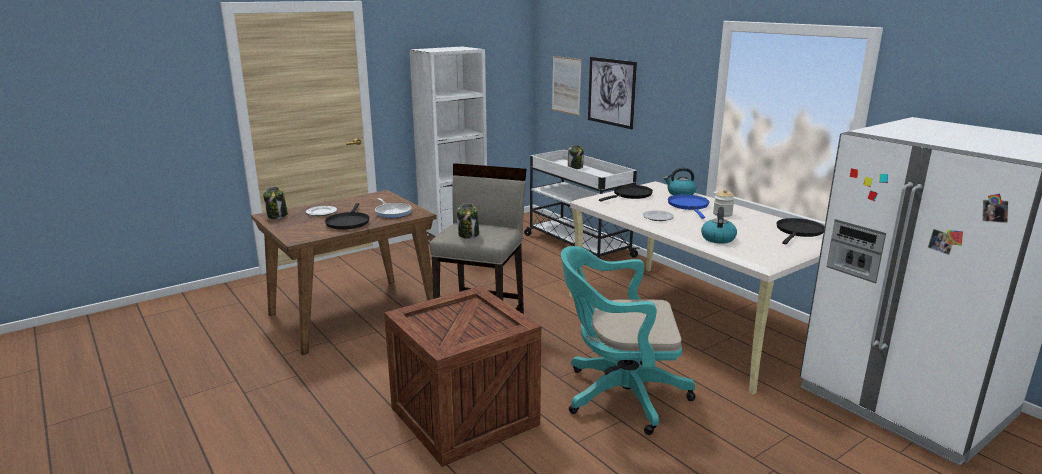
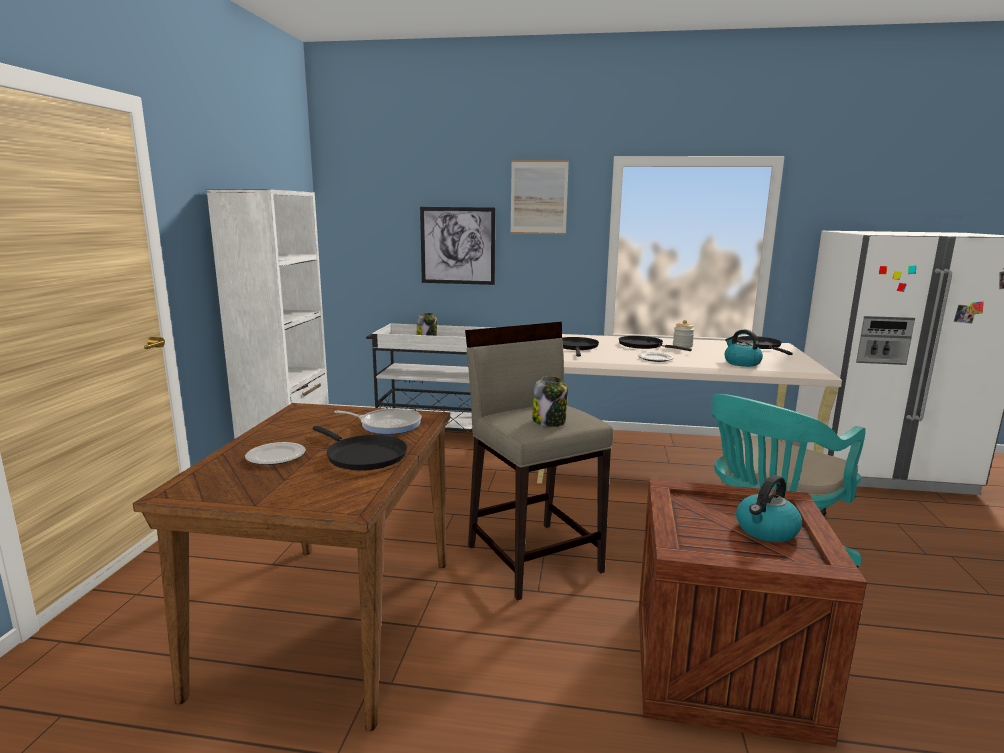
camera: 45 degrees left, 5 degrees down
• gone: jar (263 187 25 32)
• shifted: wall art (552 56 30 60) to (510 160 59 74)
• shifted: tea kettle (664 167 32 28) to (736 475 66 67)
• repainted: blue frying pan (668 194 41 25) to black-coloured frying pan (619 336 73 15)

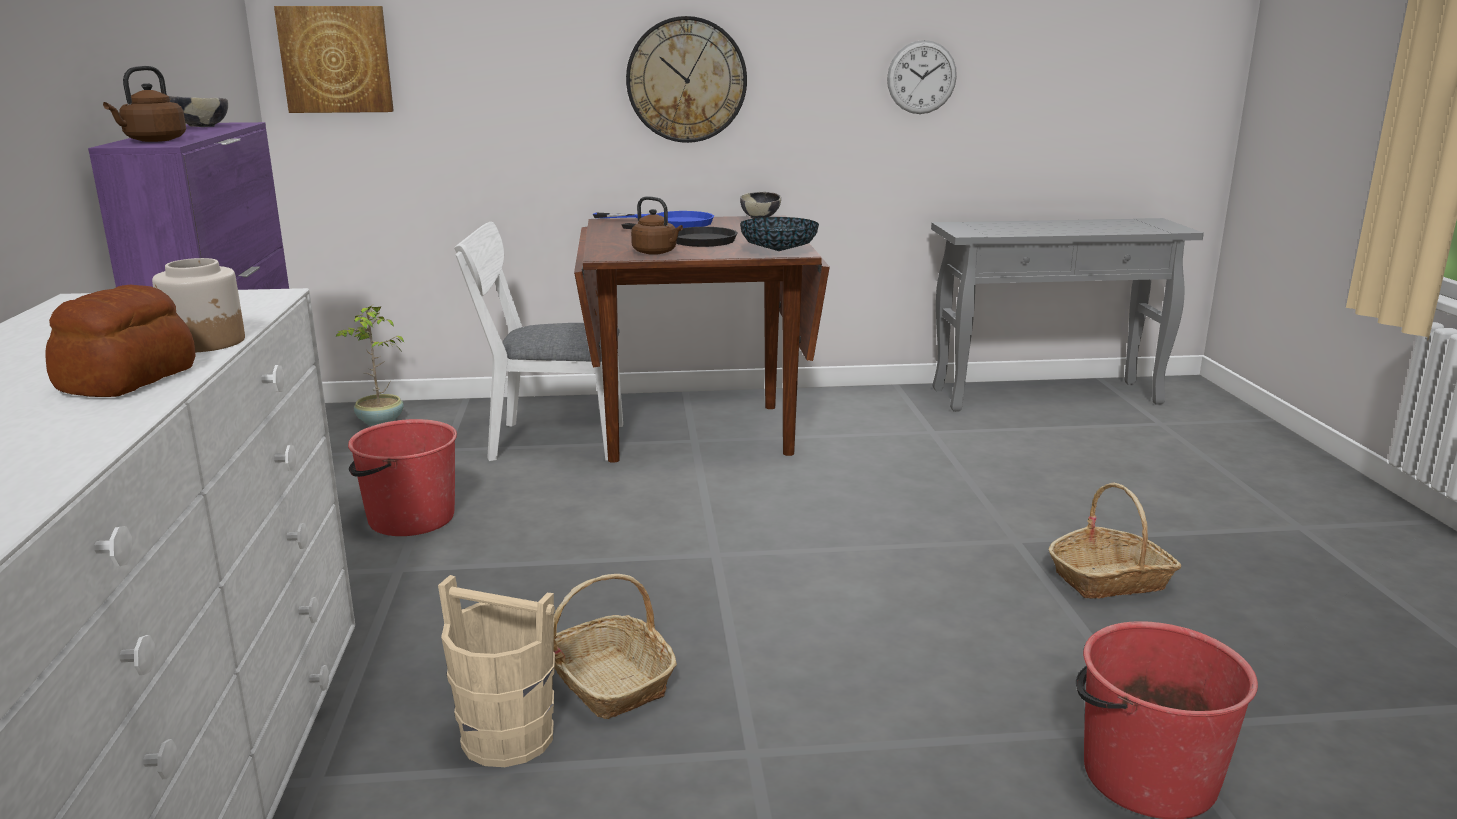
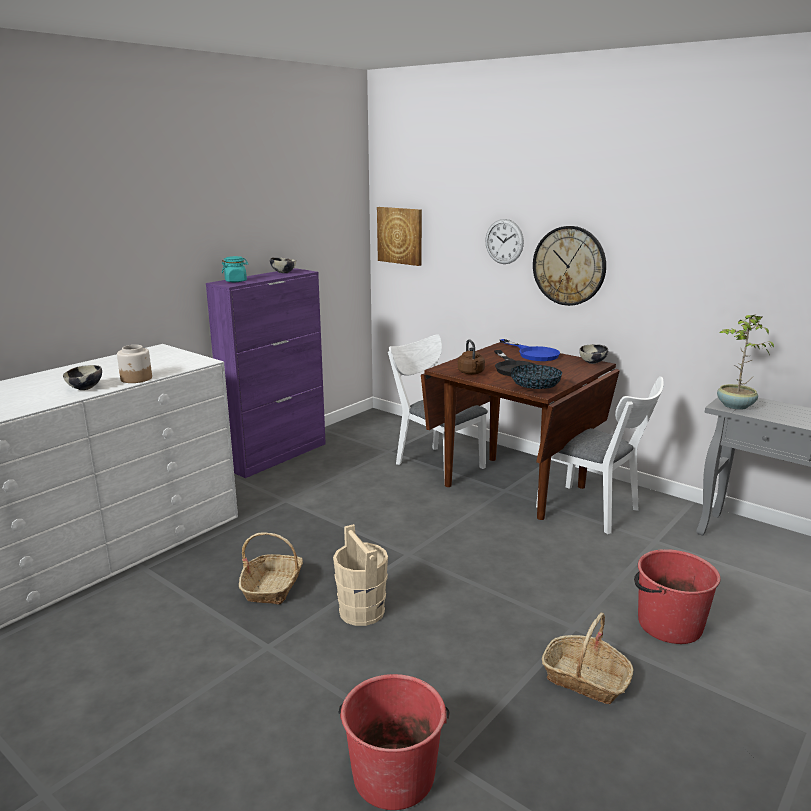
camera: 45 degrees right, 0 degrees up
• new: white-coloured chair (536 376 128 158)
• shifted: potted plant (335 305 69 121) to (717 314 57 96)
• shifted: red-coloured pail (348 419 109 117) to (634 549 86 95)
• shifted: beige pail (438 575 117 192) to (333 524 55 102)
• shifted: wall clock (887 40 70 74) to (485 219 39 45)
• swapped: baked bread (45 285 151 112) to deep dish (63 365 39 25)
• swapped: brownish tea kettle (103 66 83 76) to turquoise jar (222 256 26 26)

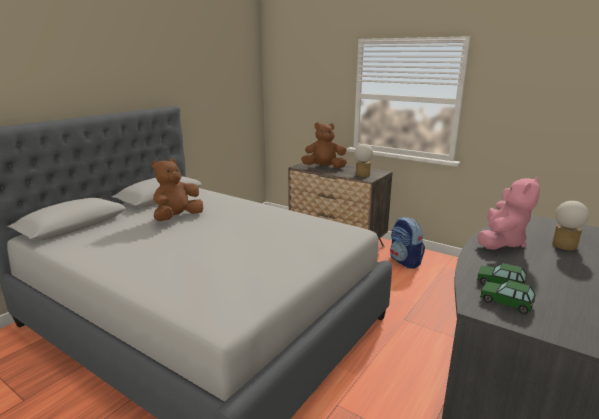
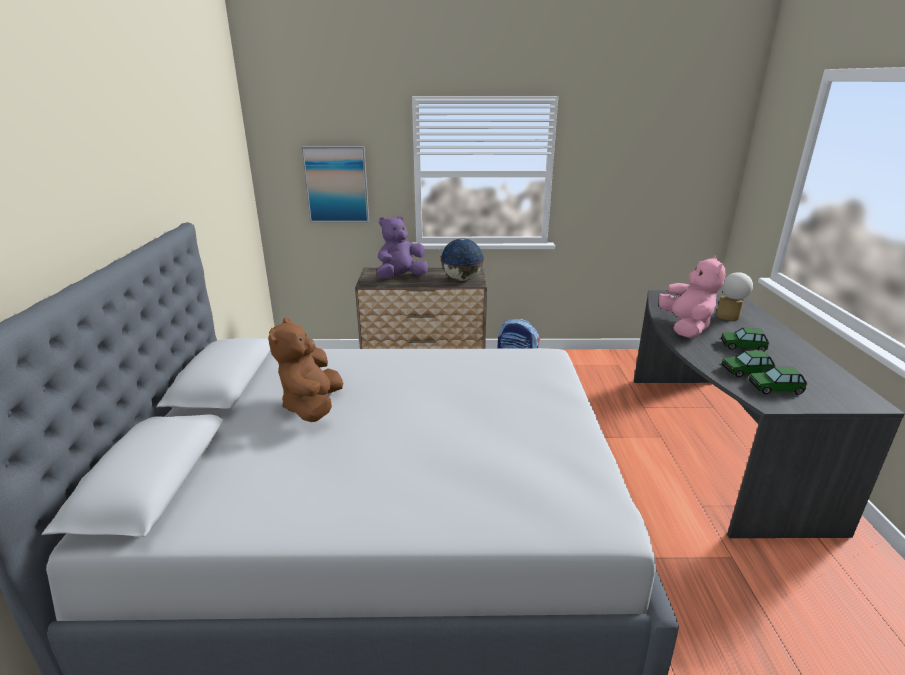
camera: 35 degrees left, 5 degrees up
• new: wall art (302 146 67 77)
• new: model car (721 328 48 24)
• swapped: lamp for a table (354 144 19 33) to desk globe (440 238 44 43)
• repainted: brownish cuddly toy (301 122 46 46) to purple cuddly toy (377 216 51 63)

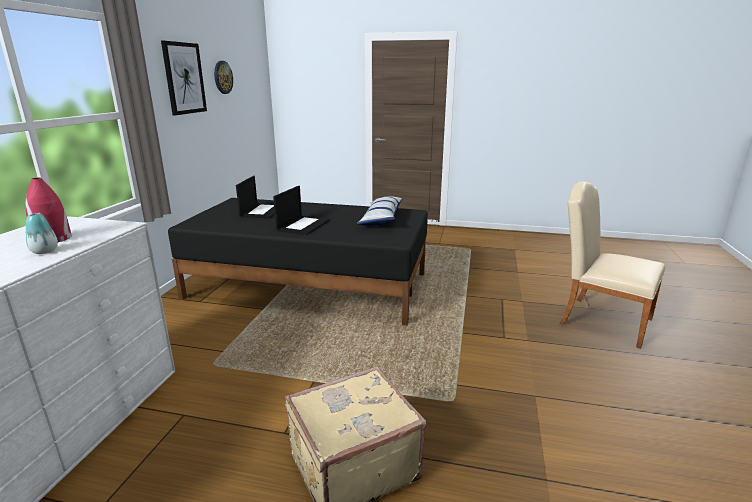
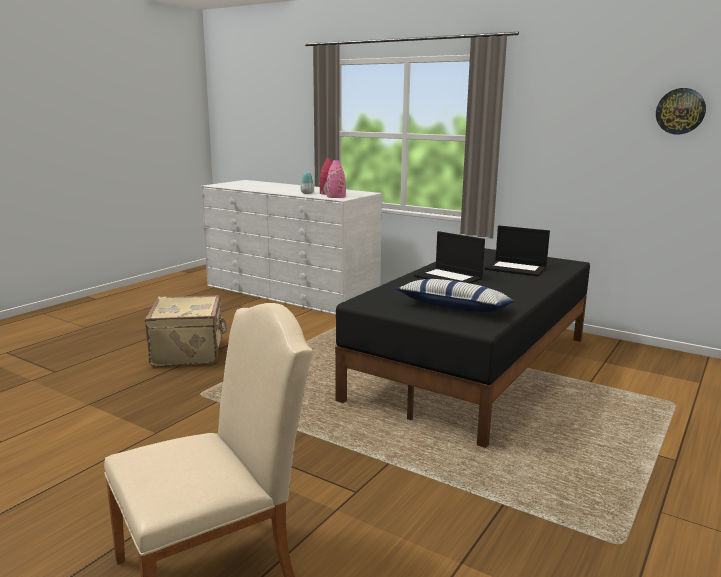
camera: 110 degrees right, 5 degrees down
• gone: wall art (161 41 46 74)
• new: pink-coloured vase (327 160 19 38)

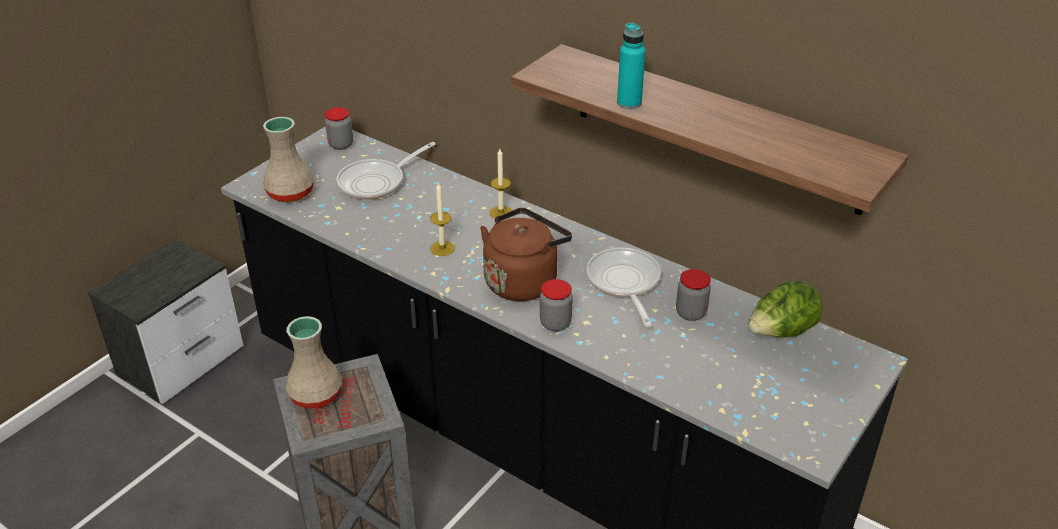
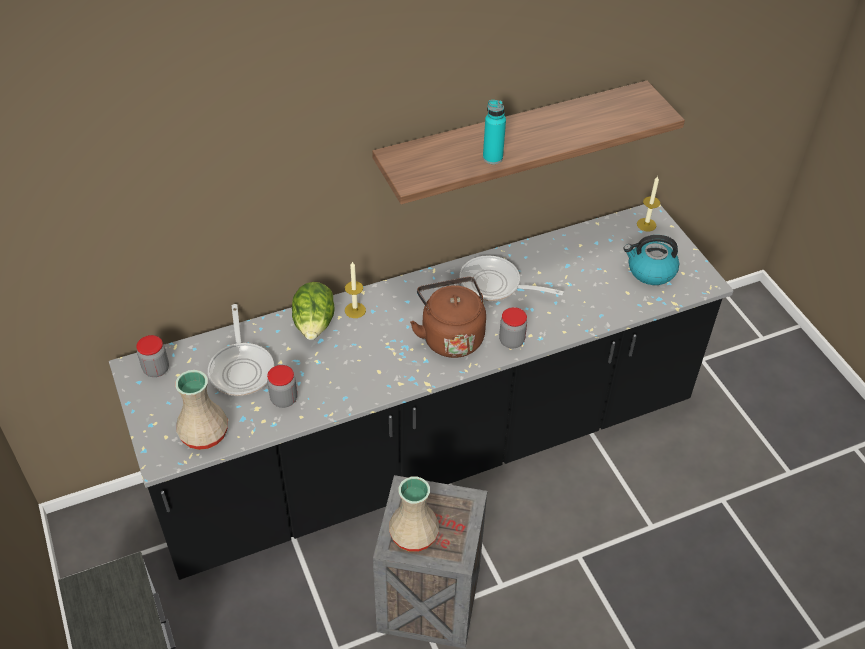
camera: 60 degrees left, 10 degrees up
• new: tea kettle (623 235 56 50)
• shifted: wax light (430 182 25 74) to (637 176 23 56)
• shifted: jar (676 269 35 52) to (267 365 30 43)
• shifted: lettuce (748 281 75 56) to (292 282 43 58)

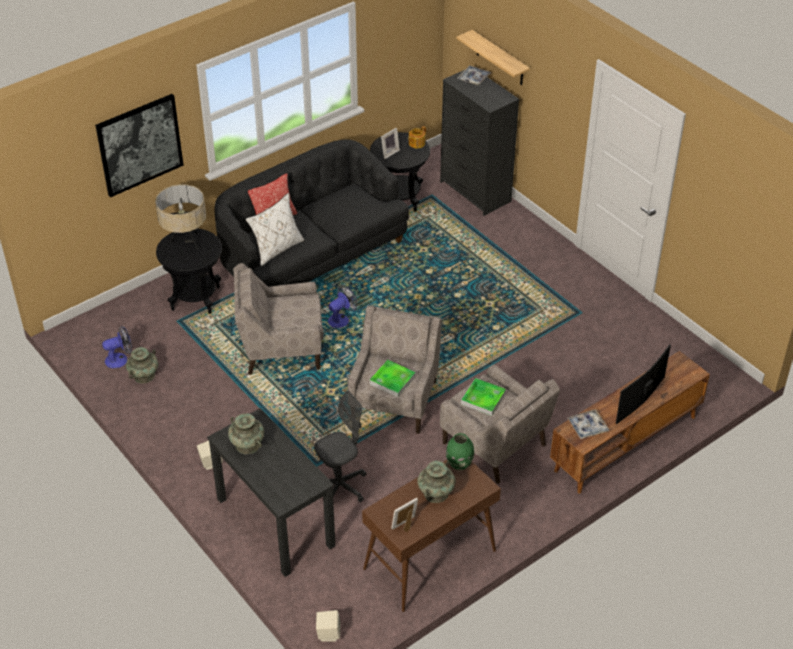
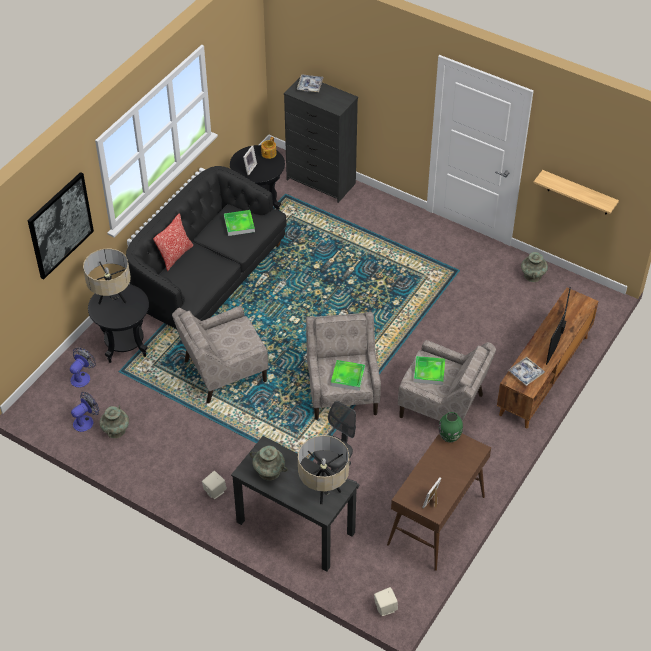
camera: 20 degrees left, 5 degrees up
• gone: white-coloured cushion (246 193 58 73)
• new: serving tray (224 210 31 26)
• new: beige lamp for a table (298 435 51 70)
• shifted: cooling fan (328 285 30 43) to (70 348 26 40)
• shifted: turquoise vase (418 461 38 42) to (521 252 27 30)
• shifted: shelf (456 30 74 55) to (534 170 85 45)

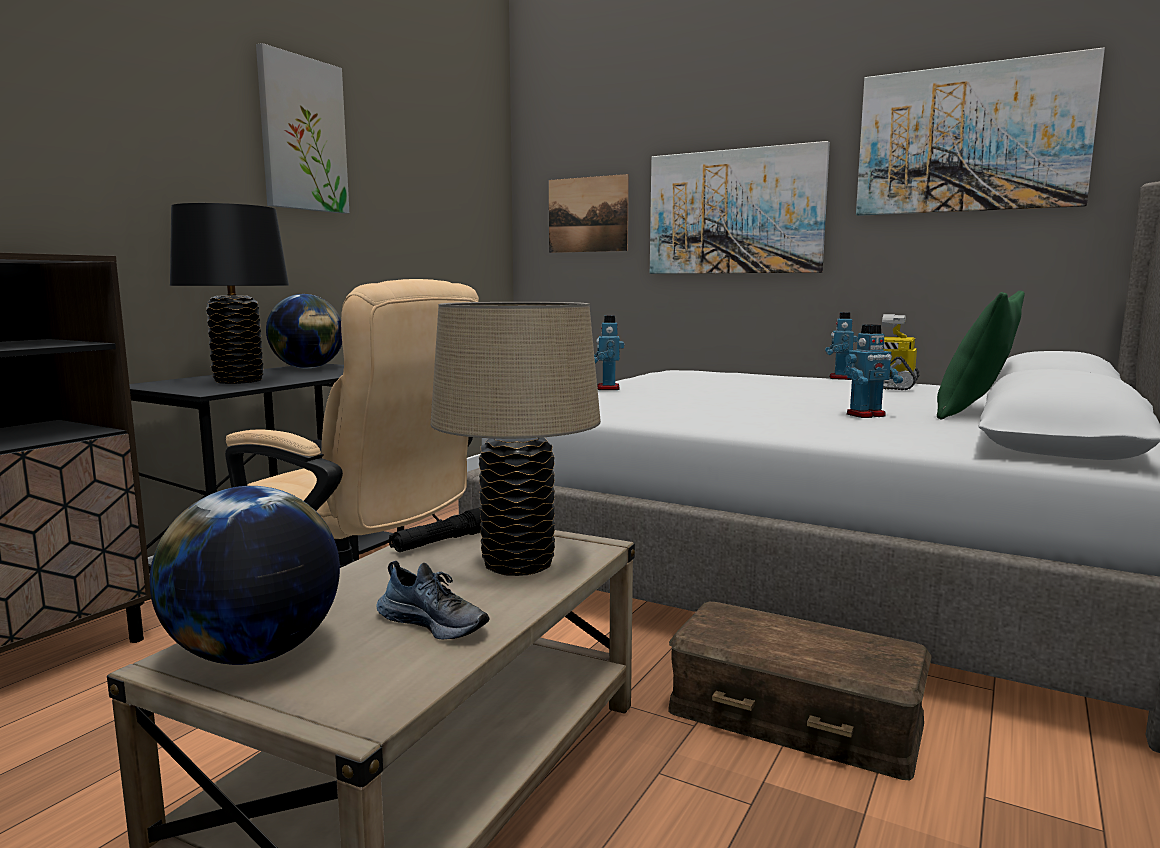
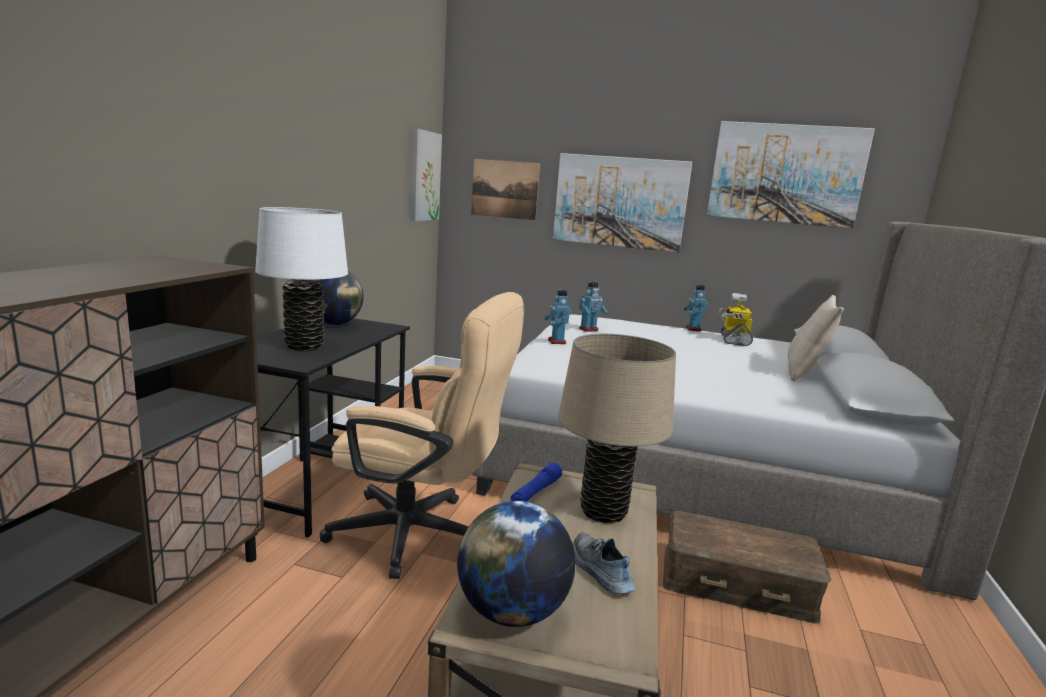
camera: 15 degrees left, 5 degrees up
• shifted: wall art (256 43 93 171) to (410 128 32 93)
• shifted: robot figure (845 324 58 94) to (579 282 29 50)
• repainted: black-coloured lamp for a table (170 203 119 181) to white-coloured lamp for a table (255 207 93 144)
• repainted: black-coloured hand torch (389 508 93 44) to blue hand torch (511 463 51 39)
• repainted: green-coloured cushion (937 291 88 129) to beige cushion (788 295 56 86)
• rotated: shoe (376 561 114 79) = (573 532 62 62) 135 degrees counterclockwise

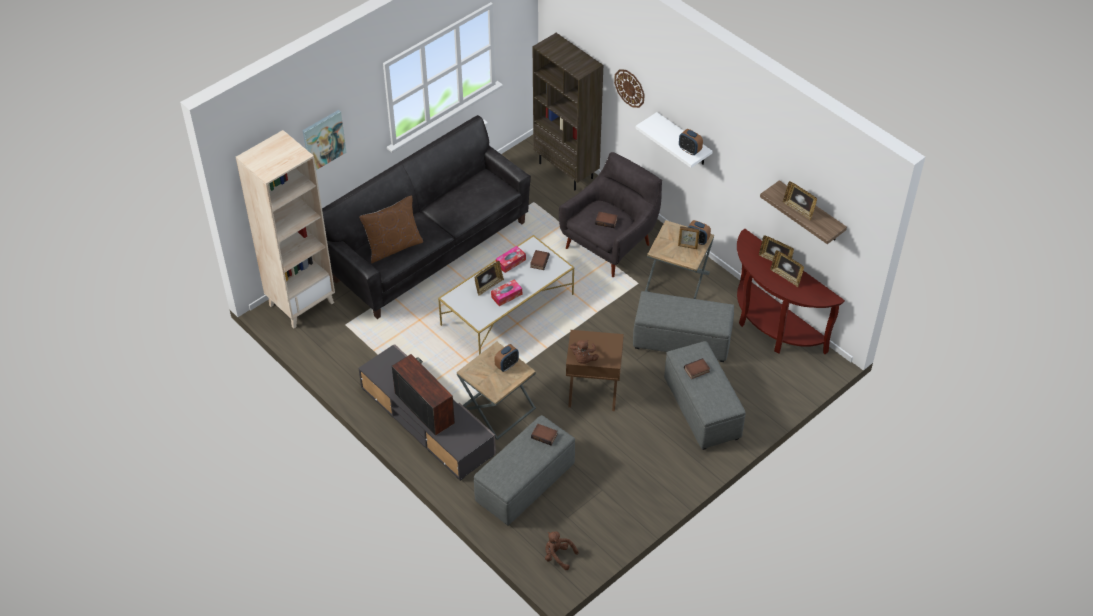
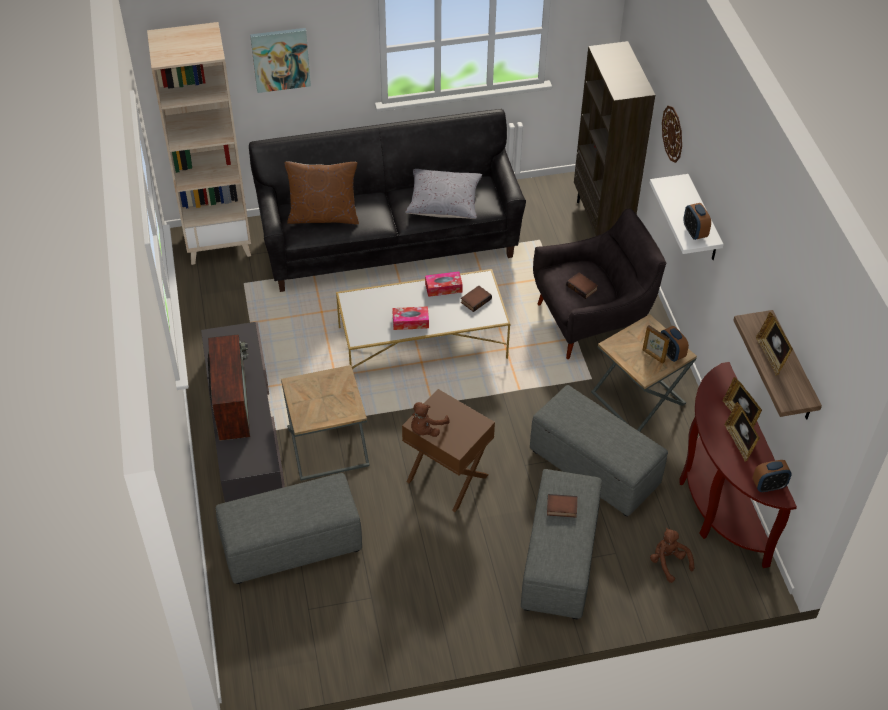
camera: 30 degrees right, 0 degrees up
• gone: standing frame (474 261 30 35)
• gone: bound book (531 424 27 21)
• new: grey cushion (405 169 77 50)
• shifted: table clock (494 344 25 28) to (753 460 39 33)
• shifted: brownish cuddly toy (545 531 34 39) to (650 528 45 55)

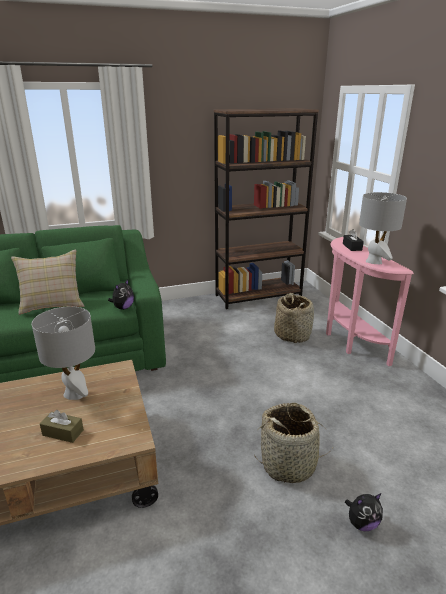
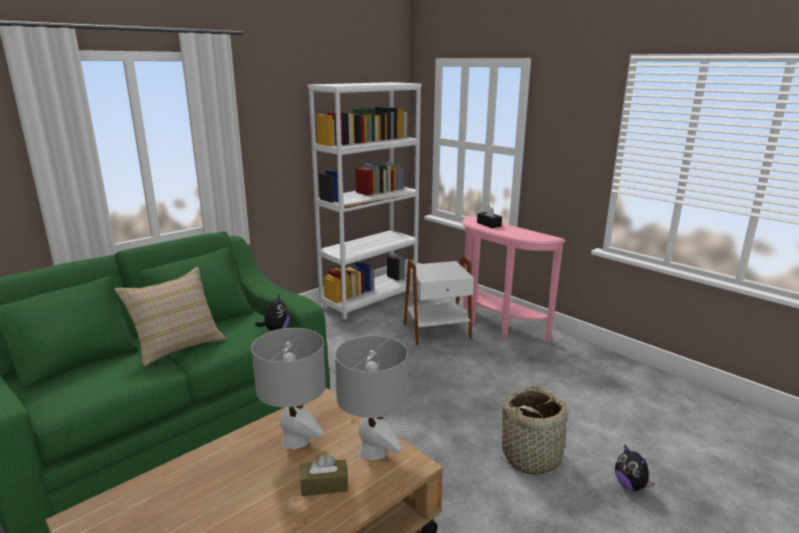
camera: 25 degrees left, 5 degrees down
• shifted: grey lamp for a table (359 192 48 72) to (335 335 73 125)
• swapped: household basket (274 293 40 50) to white-coloured end table (404 255 70 91)
• repainted: brownish shelving unit (213 108 106 201) to white-coloured shelving unit (308 82 114 238)
• rotated: cuddly toy (345 493 38 39) = (615 445 40 46) 105 degrees clockwise

